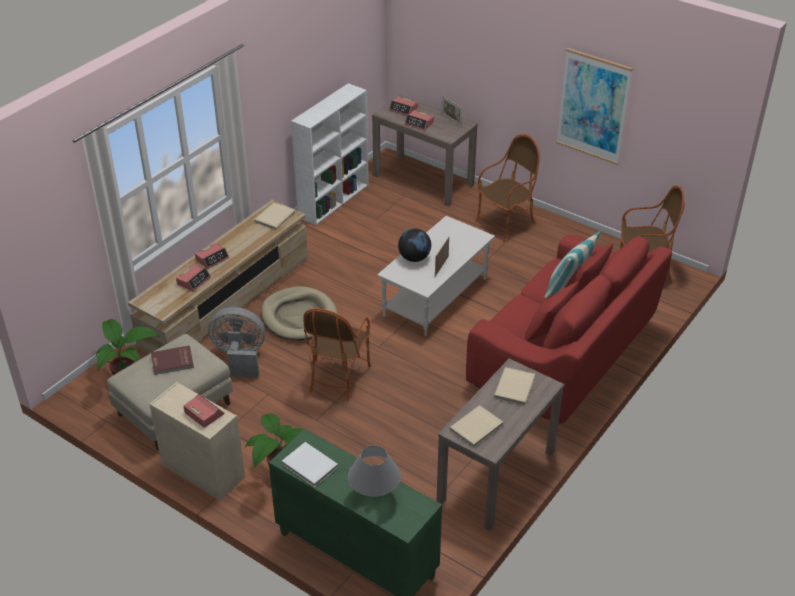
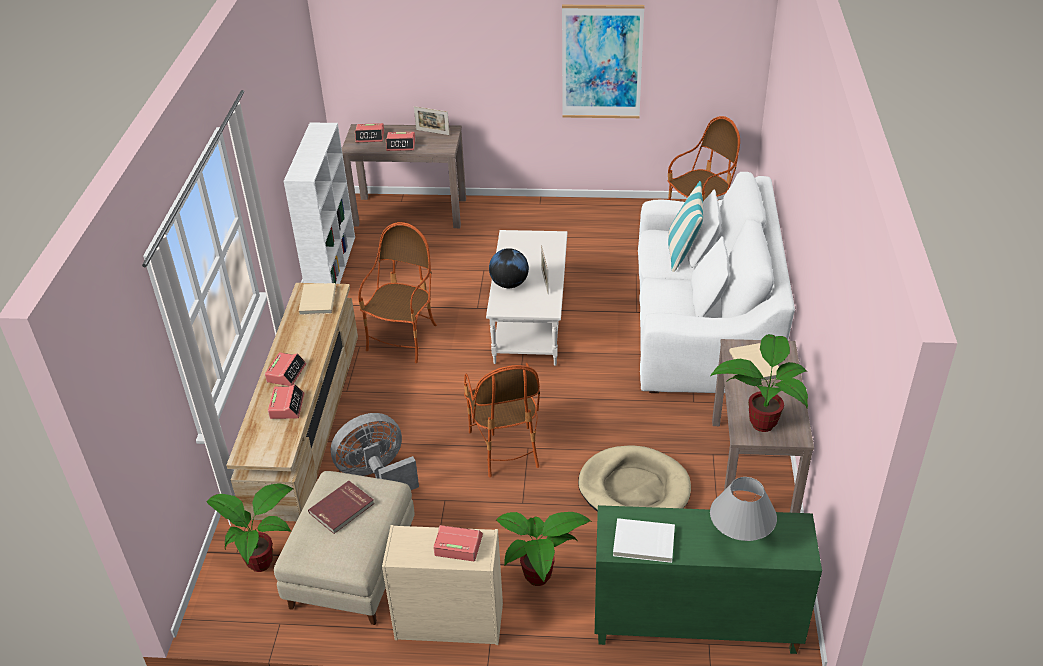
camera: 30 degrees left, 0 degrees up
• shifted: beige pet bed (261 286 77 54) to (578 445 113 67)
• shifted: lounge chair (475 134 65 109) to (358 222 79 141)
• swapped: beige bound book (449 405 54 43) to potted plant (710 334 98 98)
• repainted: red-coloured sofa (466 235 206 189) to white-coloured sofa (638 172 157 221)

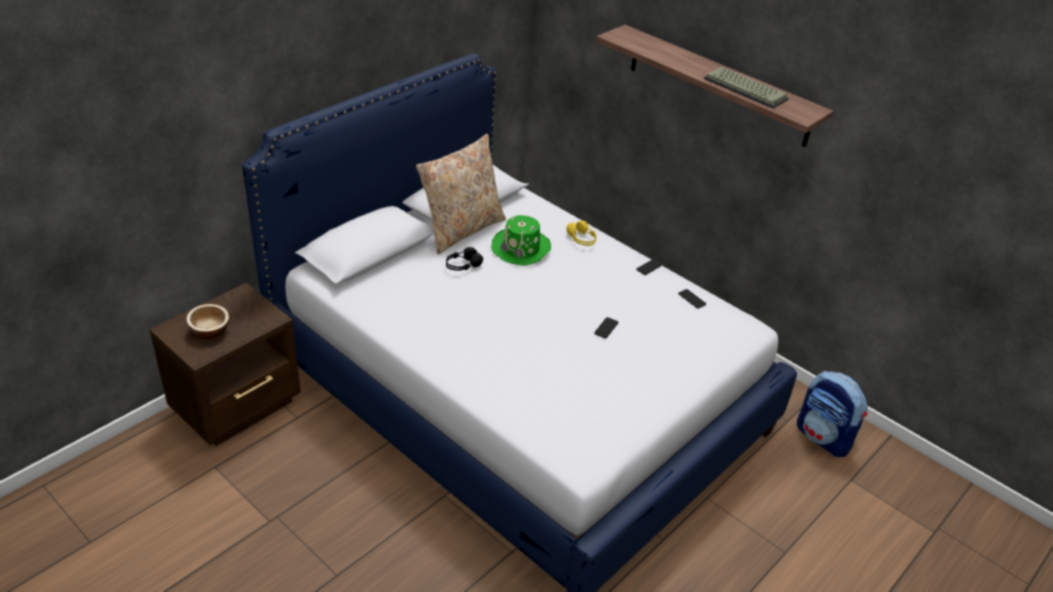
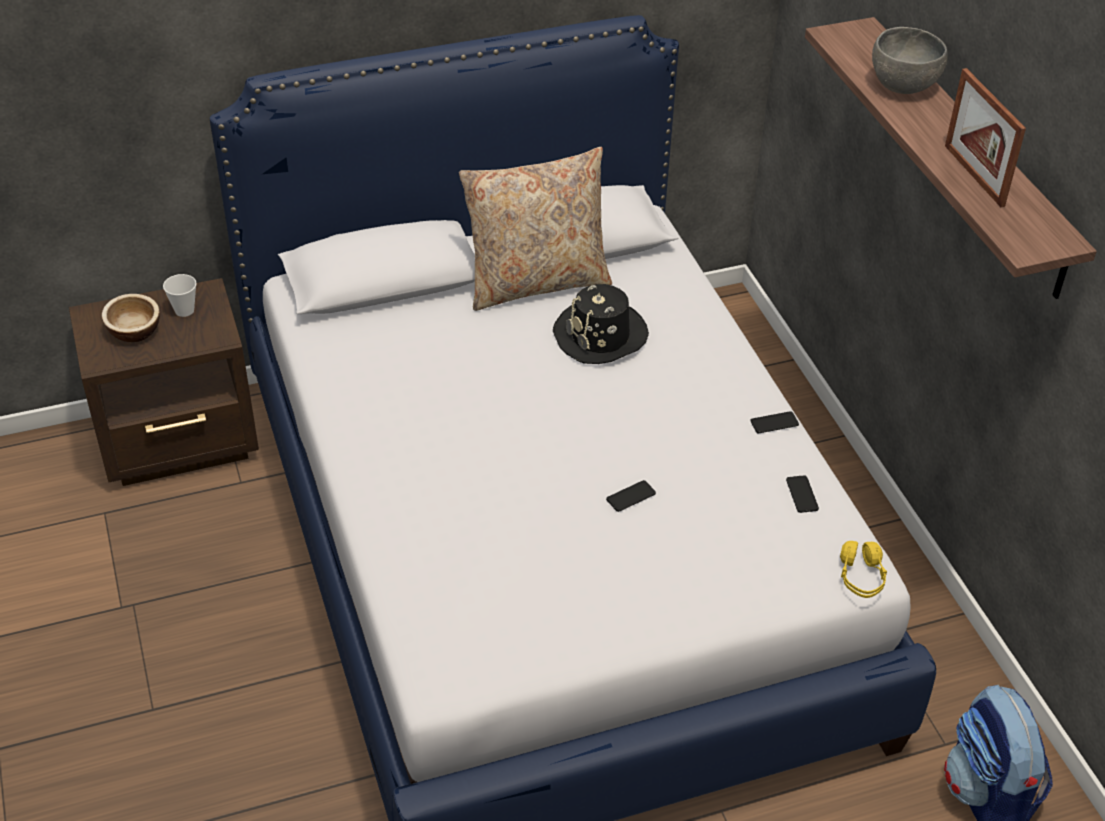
camera: 30 degrees right, 5 degrees up
• gone: black-coloured pair of headphones (446 247 37 24)
• new: drinking cup (163 274 34 43)
• new: grey deep dish (872 27 76 67)
• shifted: yellow-coloured pair of headphones (567 221 30 25) to (840 541 47 57)
• swapped: computer keyboard (704 67 85 41) to standing frame (945 68 81 139)
• repainted: green-coloured clothing hat (492 215 59 50) to black-coloured clothing hat (553 284 96 80)

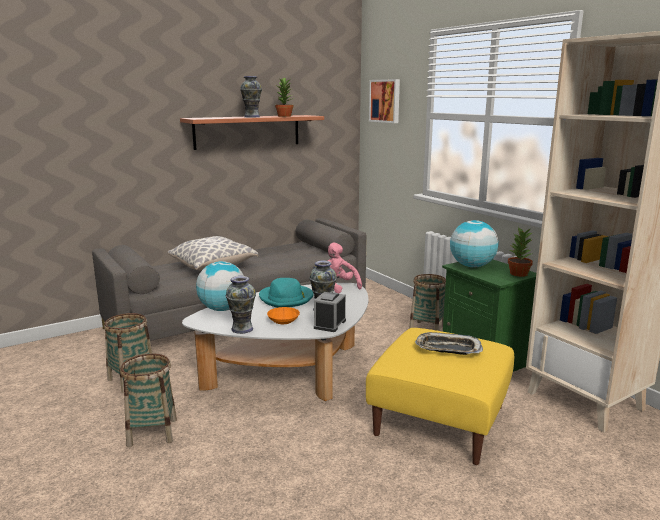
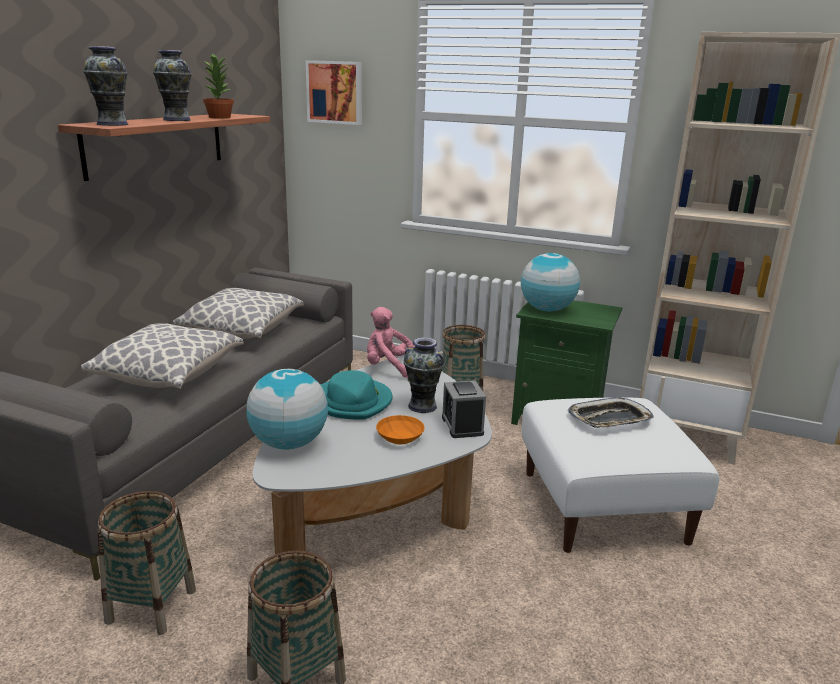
camera: 35 degrees left, 5 degrees up
• gone: potted plant (508 227 25 50)
• new: cushion (173 288 131 51)
• shifted: vase (226 276 30 58) to (83 46 45 80)
• repainted: yellow-coloured footrest (366 328 148 137) to white-coloured footrest (522 397 197 156)

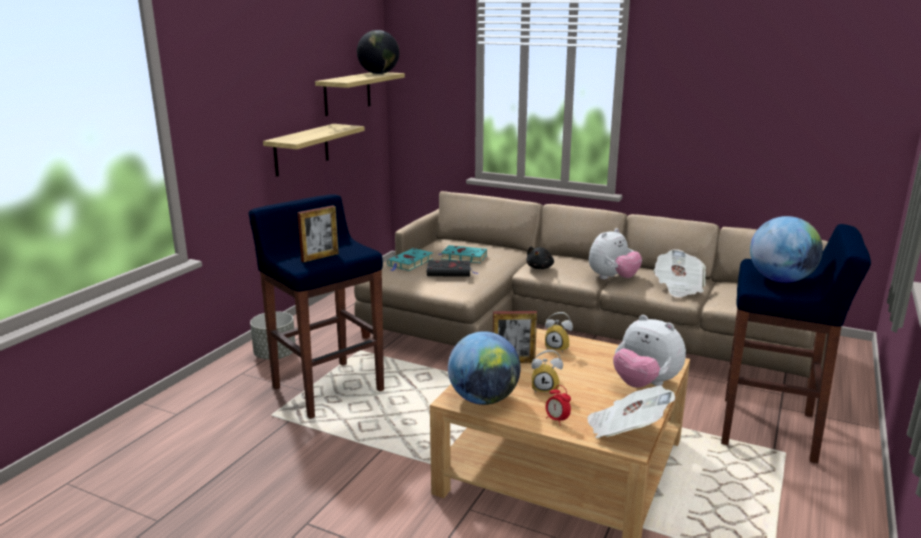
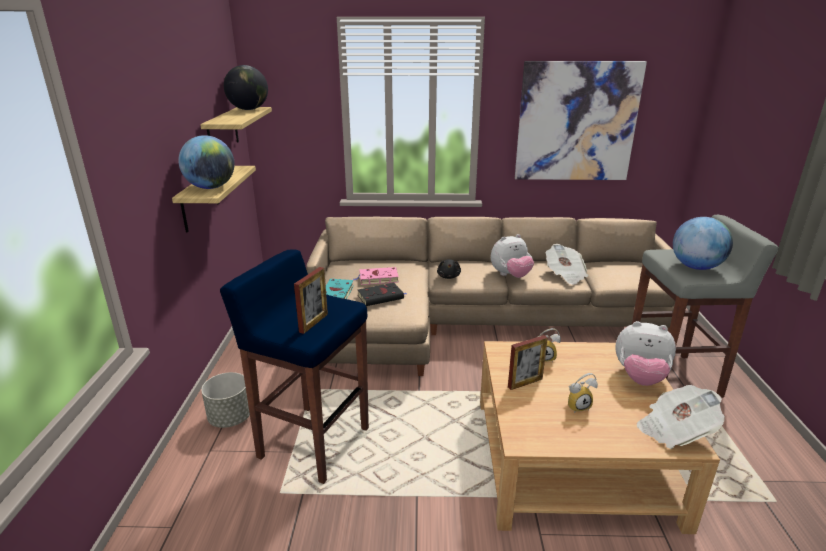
camera: 25 degrees left, 5 degrees up
• gone: table clock (546 385 25 41)
• new: wall art (515 61 132 119)
• shifted: desk globe (448 331 73 74) to (178 135 57 54)
• repainted: turquoise bound book (438 245 49 18) to pink-coloured bound book (354 267 45 18)
• repainted: blue stool (721 224 150 239) to grey stool (632 215 147 183)
• rotated: cuddly toy (589 228 53 51) = (491 234 43 44) 45 degrees clockwise

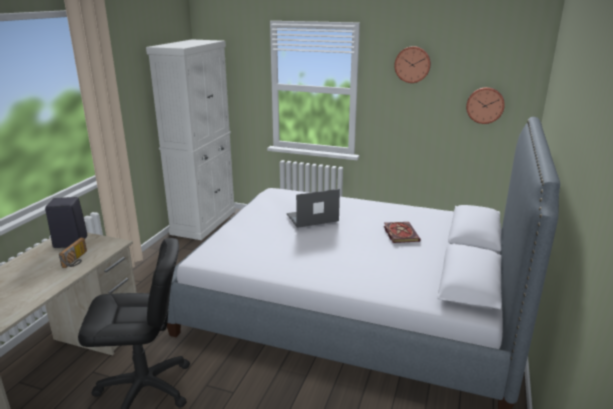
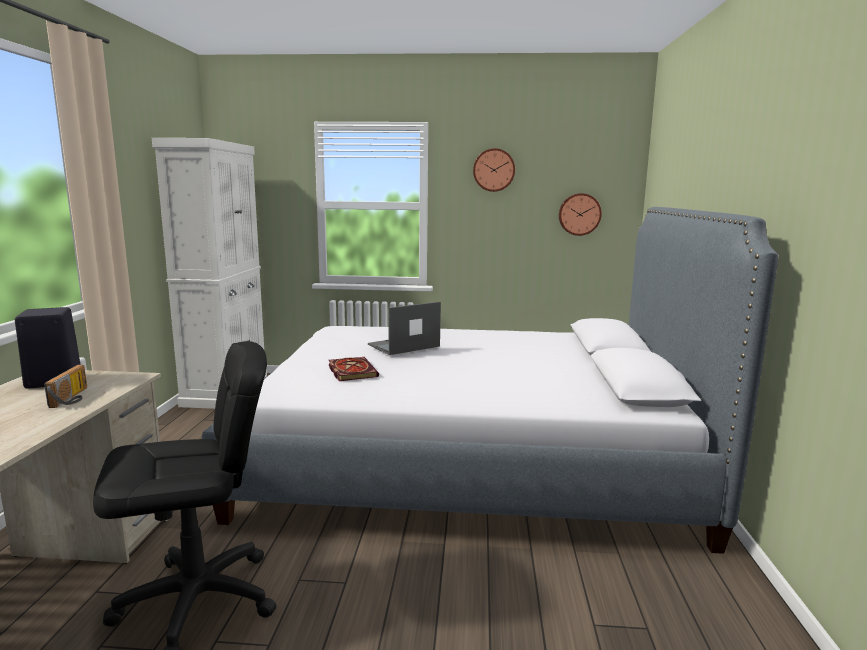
camera: 15 degrees left, 10 degrees down
• shifted: bound book (384 222 37 21) to (329 357 50 24)

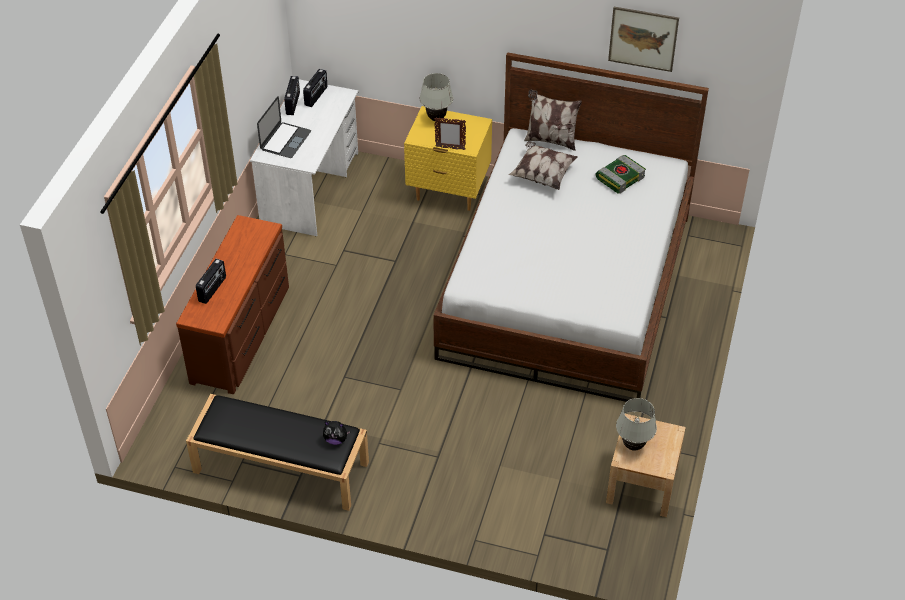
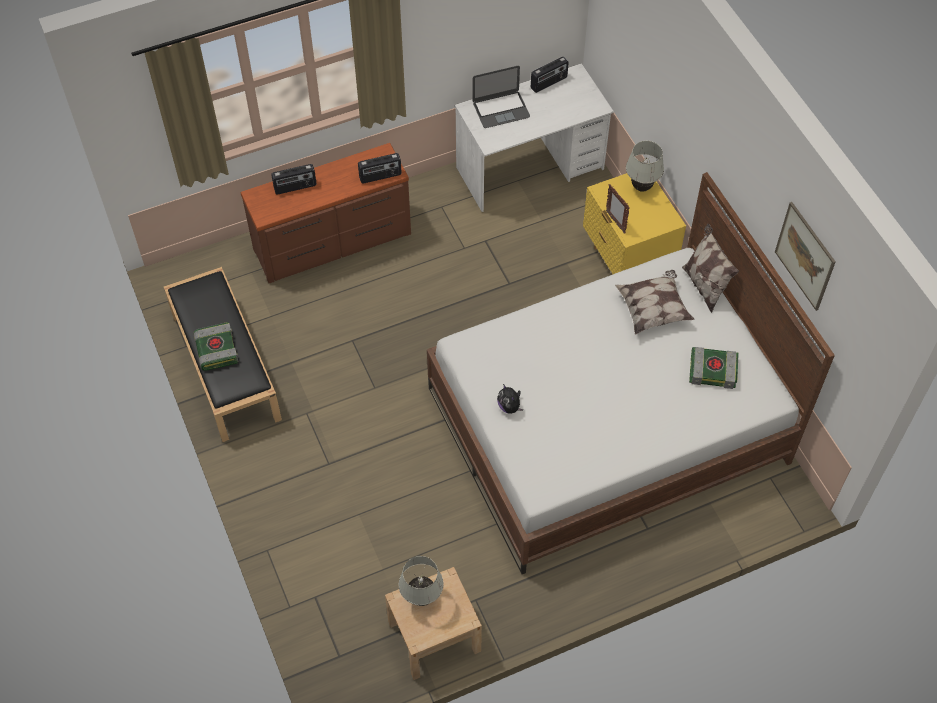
camera: 50 degrees right, 10 degrees up
• new: bound book (194 322 44 49)
• shifted: radio (303 69 25 38) to (358 153 44 31)
• shifted: cuddly toy (323 421 28 24) to (497 384 26 30)

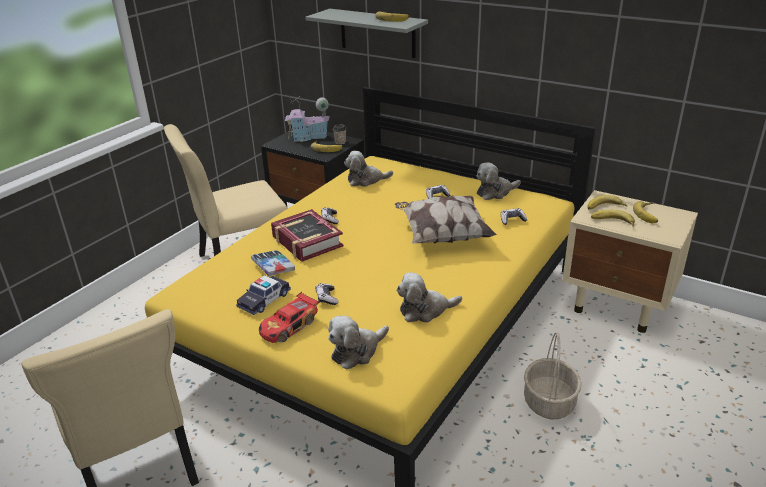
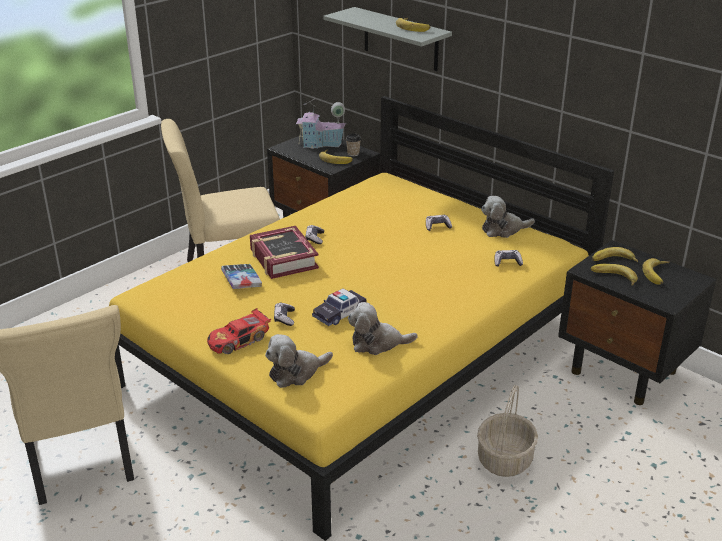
camera: 10 degrees right, 0 degrees up
• gone: cuddly toy (344 151 49 36)
• gone: cushion (395 196 102 48)
• shifted: model car (236 275 55 40) to (312 288 55 38)
• repainted: beige bedside table (562 190 136 143) to black-coloured bedside table (558 240 159 165)

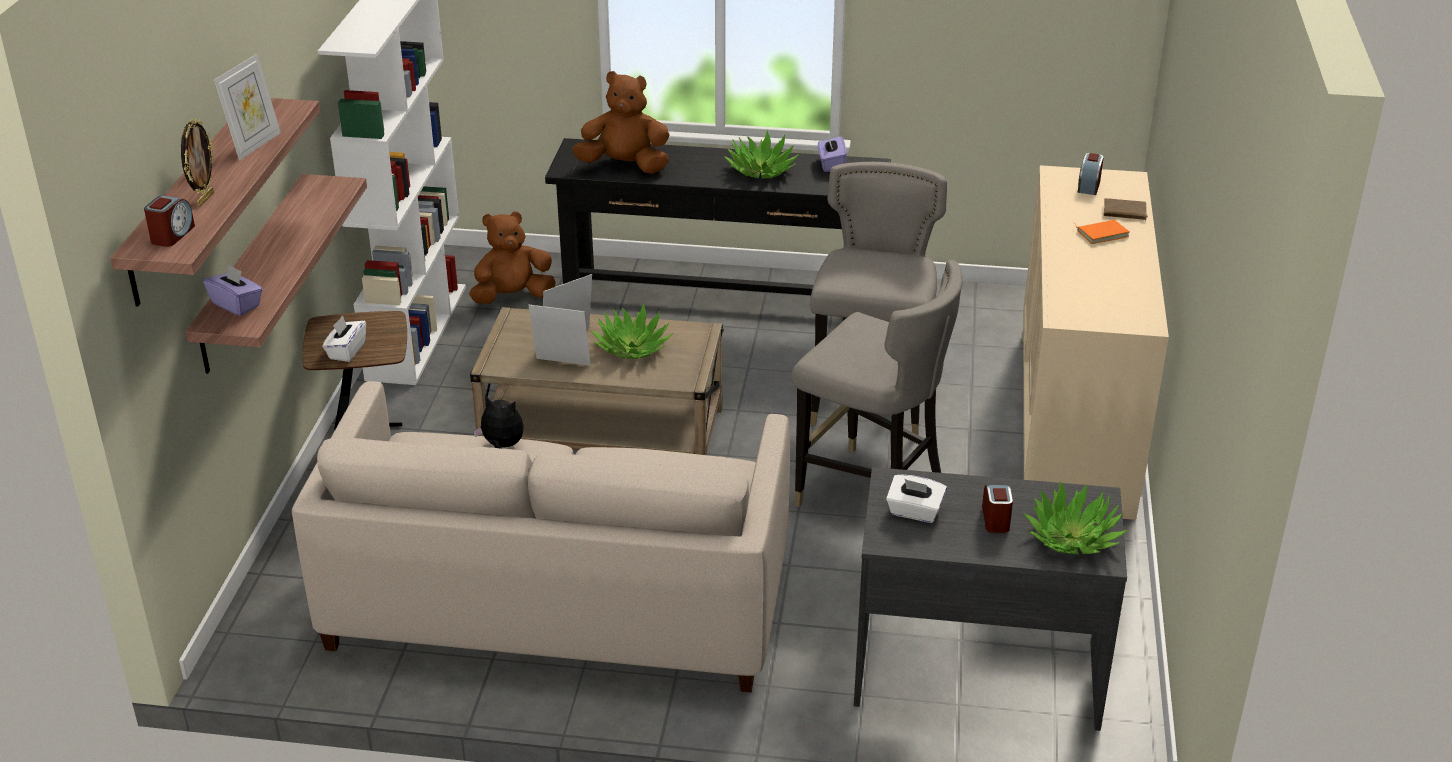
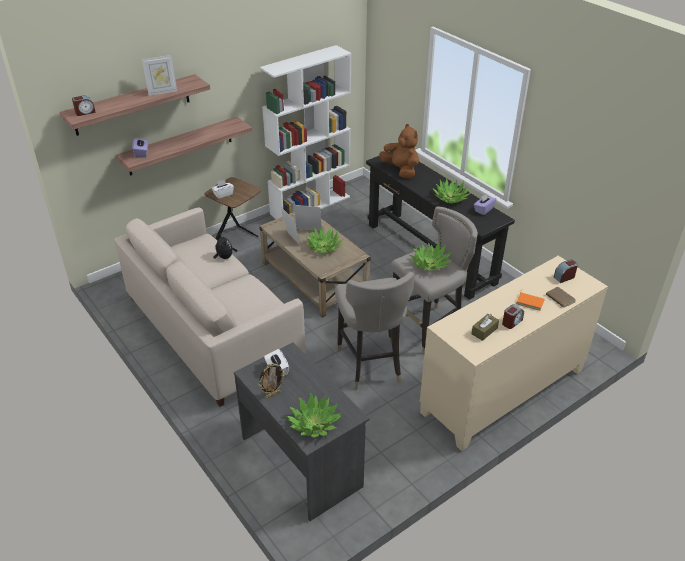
camera: 45 degrees right, 5 degrees up
• gone: brownish cuddly toy (469 211 87 93)
• new: potted plant (410 241 42 30)
• new: brownish box of tissues (471 314 28 27)
• shifted: standing frame (181 118 33 89) to (258 363 27 36)
• shifted: table clock (982 485 31 48) to (502 304 22 25)

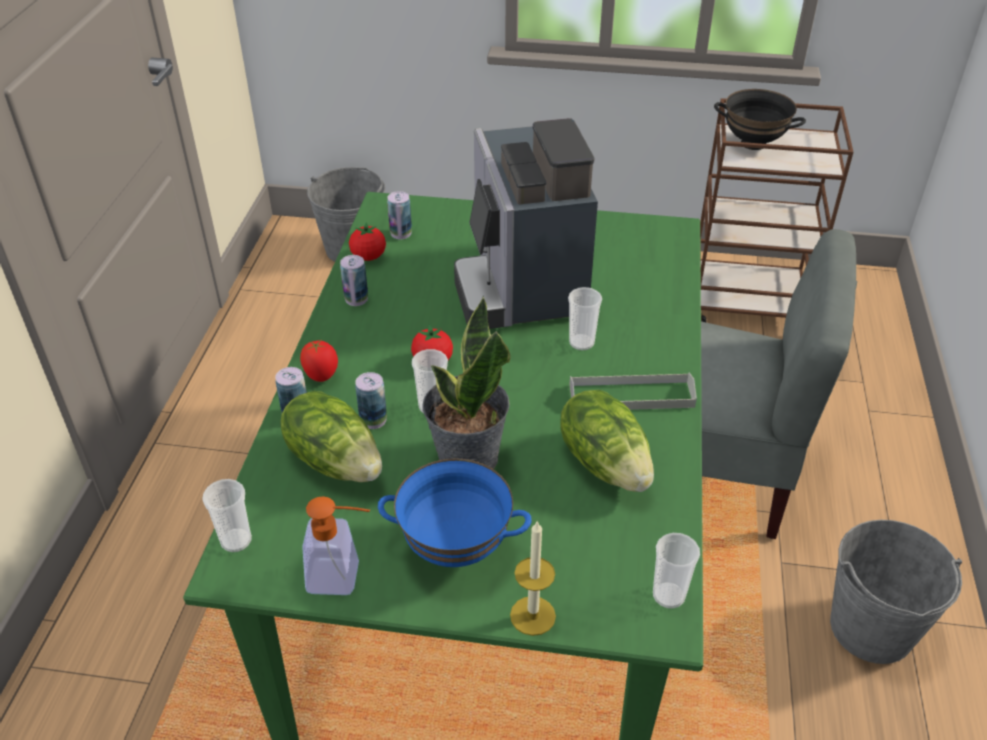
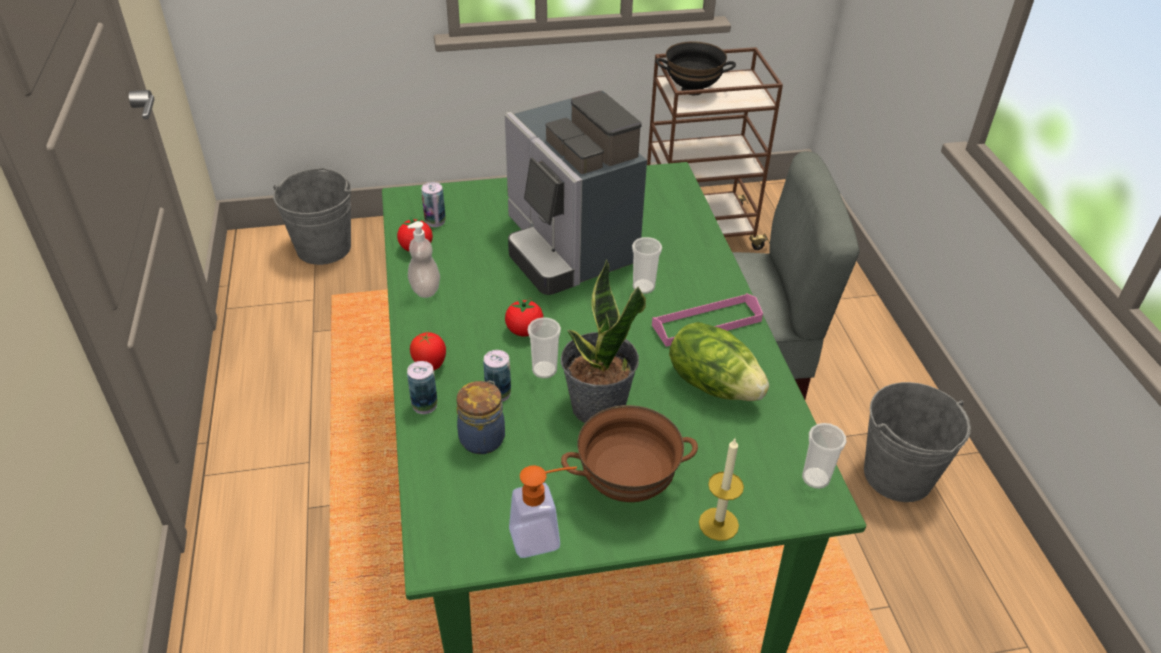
camera: 20 degrees left, 0 degrees up
• gone: drinking cup (202 479 50 73)
• swapped: lettuce (280 391 102 91) to jar (457 381 48 73)
• swapped: metal can (340 255 28 51) to soap dispenser (407 221 33 77)
• repainted: blue deep dish (378 458 154 109) to brownish deep dish (561 405 137 97)
• repainted: grey serving tray (569 373 128 37) to pink-coloured serving tray (652 293 111 54)

